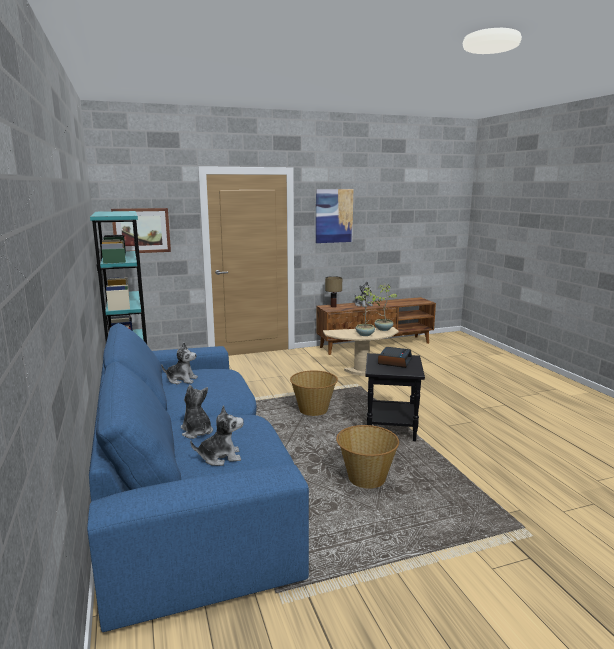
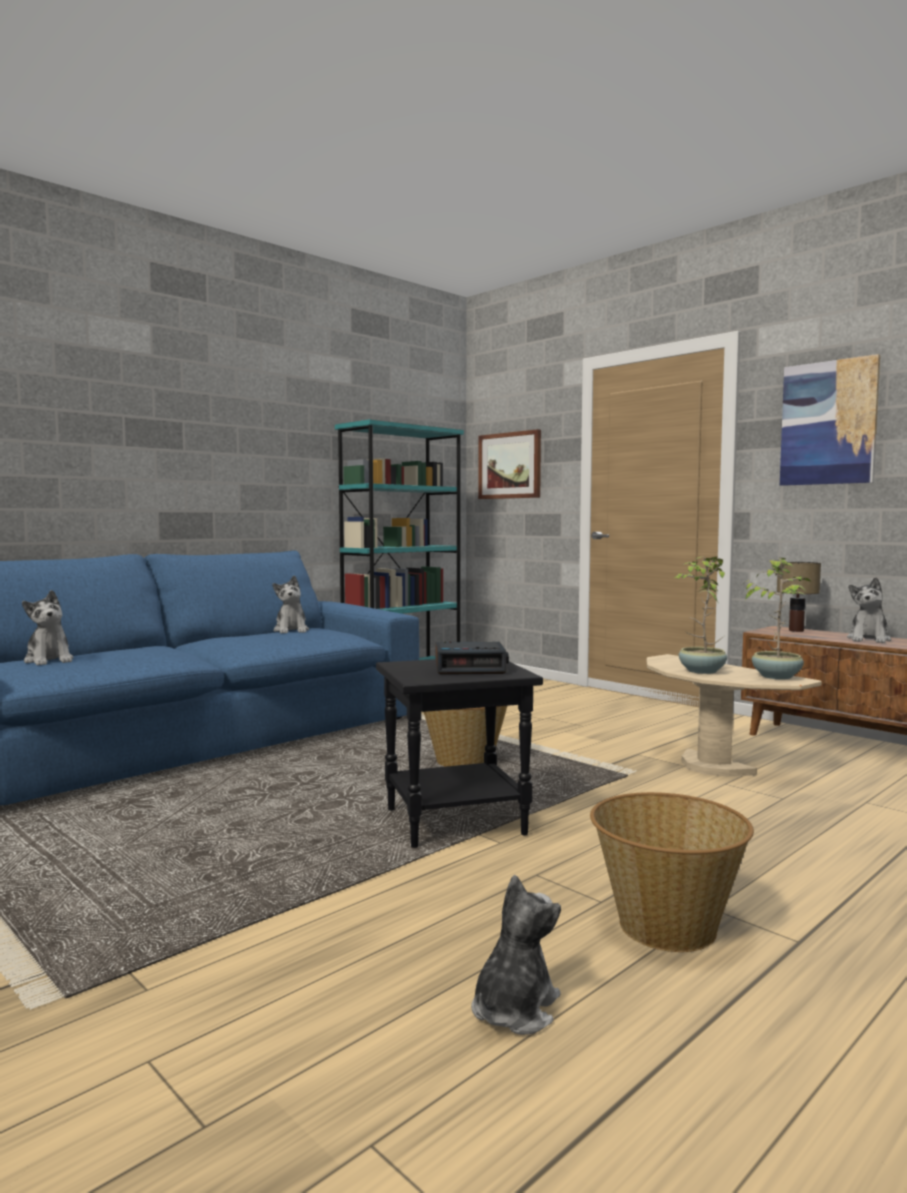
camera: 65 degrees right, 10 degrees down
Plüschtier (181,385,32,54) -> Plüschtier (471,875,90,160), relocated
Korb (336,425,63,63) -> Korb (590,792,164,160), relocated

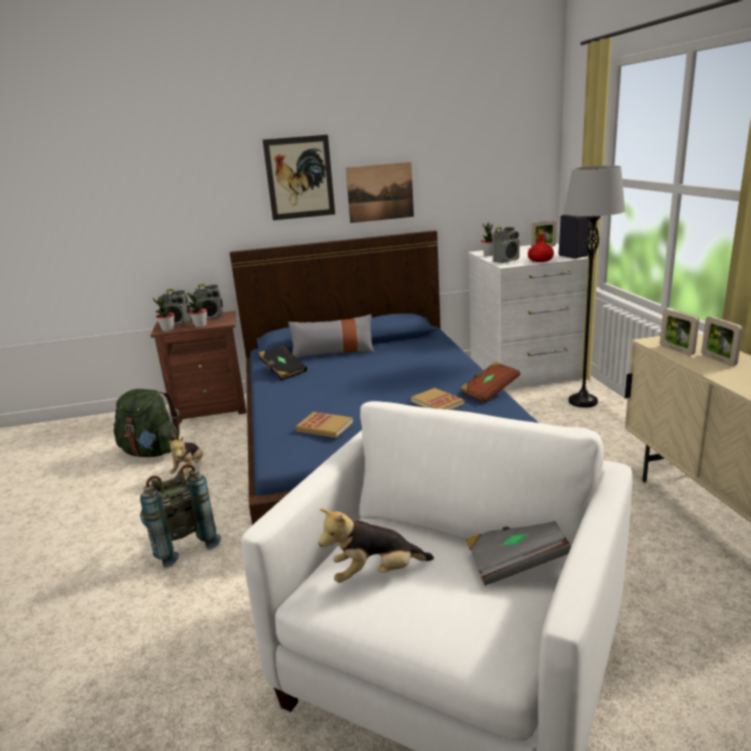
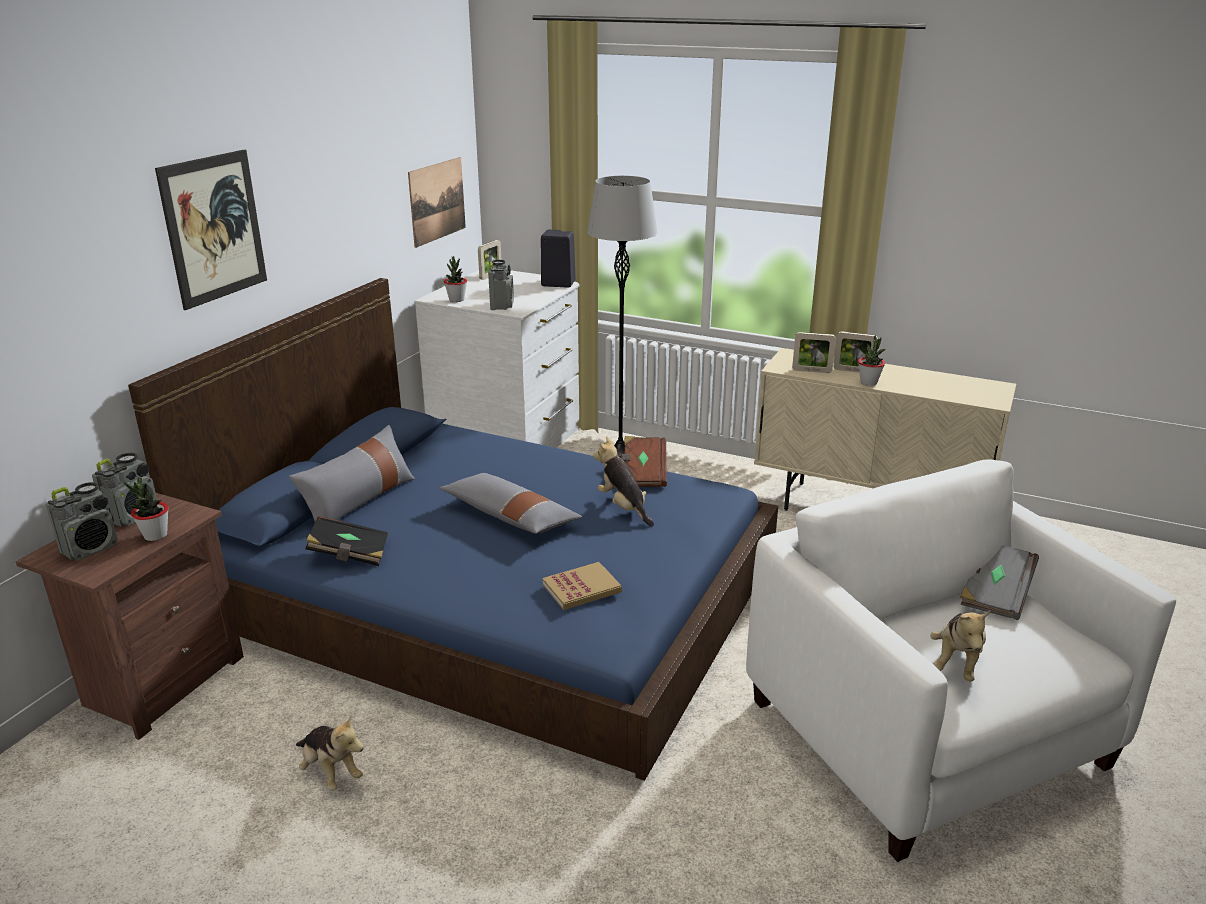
camera: 55 degrees left, 5 degrees up
Bild (346,162,68,61) -> Bild (408,157,58,91), relocated
Flasche (rot) (528,232,26,30) -> none
Topfpflanze (153,296,22,36) -> Topfpflanze (858,335,27,51), relocated
Buch (411,388,54,22) -> Plüschtier (593,437,61,90)
Rucksack (grün) (114,389,66,68) -> none
Rucksack (grau) (140,464,81,104) -> none
none -> Kissen (grau) (439,473,143,61)

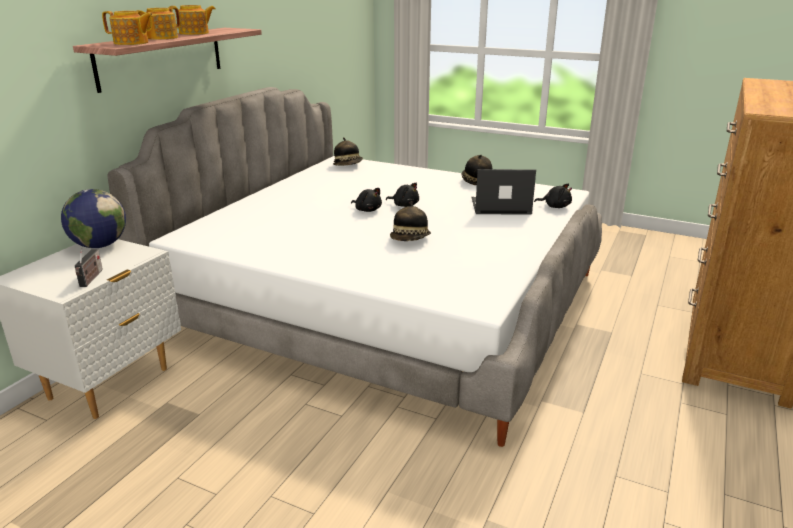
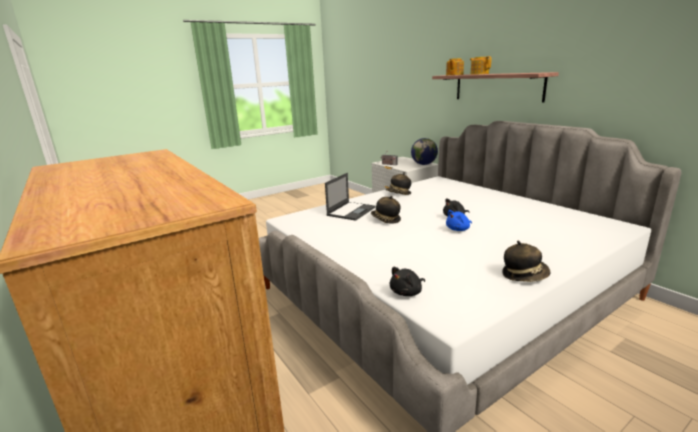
camera: 120 degrees right, 5 degrees down
Teekanne (169,5,46,30) -> none
Hut (333,137,30,29) -> Hut (386,172,25,23), relocated
Laptop (472,169,64,46) -> Laptop (325,173,50,48), relocated
Plüschtier (schwarz) (386,183,33,24) -> Plüschtier (blau) (446,210,26,21)

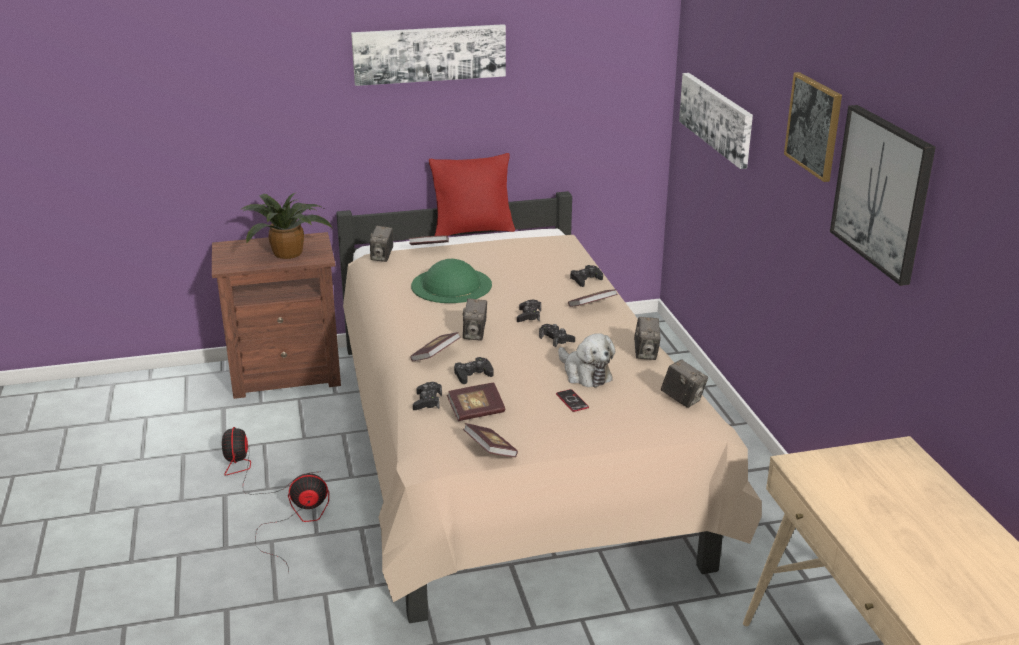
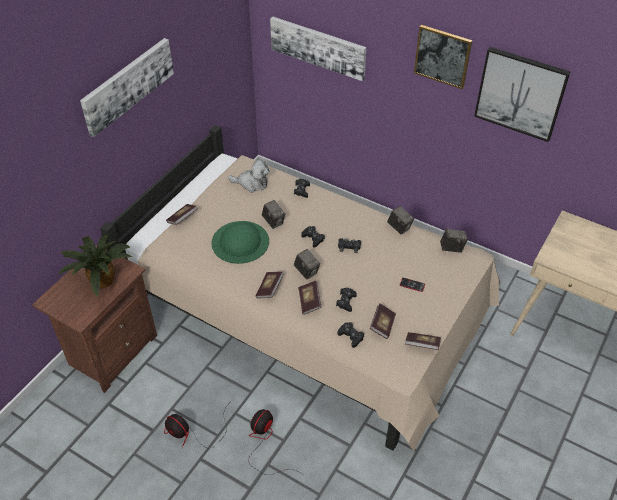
camera: 45 degrees left, 20 degrees up
Kissen (rot) (429,153,86,83) -> none
Kamera (370,226,23,36) -> Kamera (262,200,23,29), relocated
Buch (568,289,50,18) -> Buch (255,271,29,27), relocated
Plüschtier (558,333,57,55) -> Plüschtier (228,159,41,34), relocated

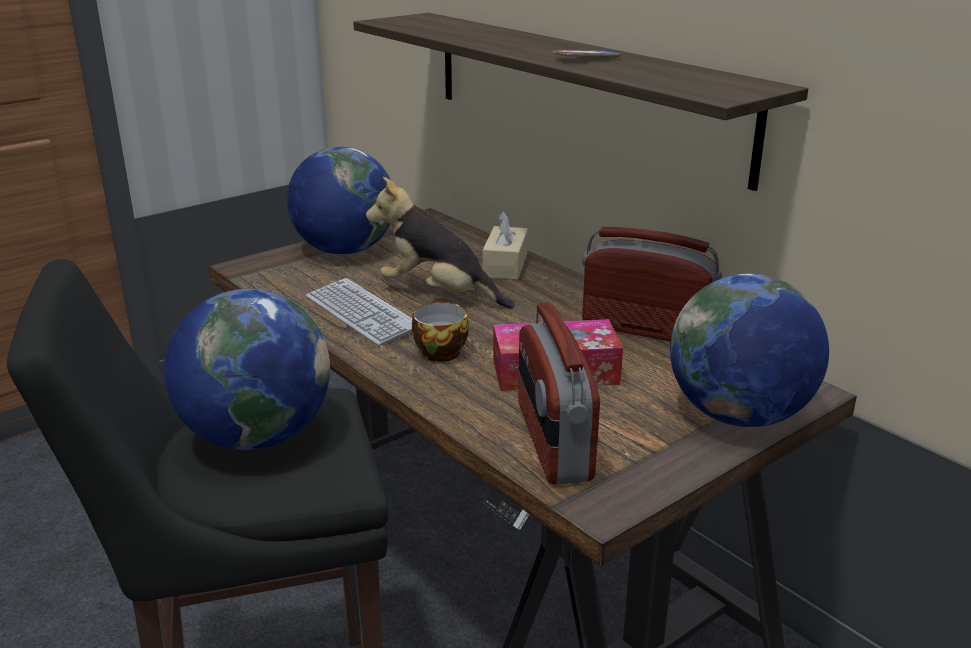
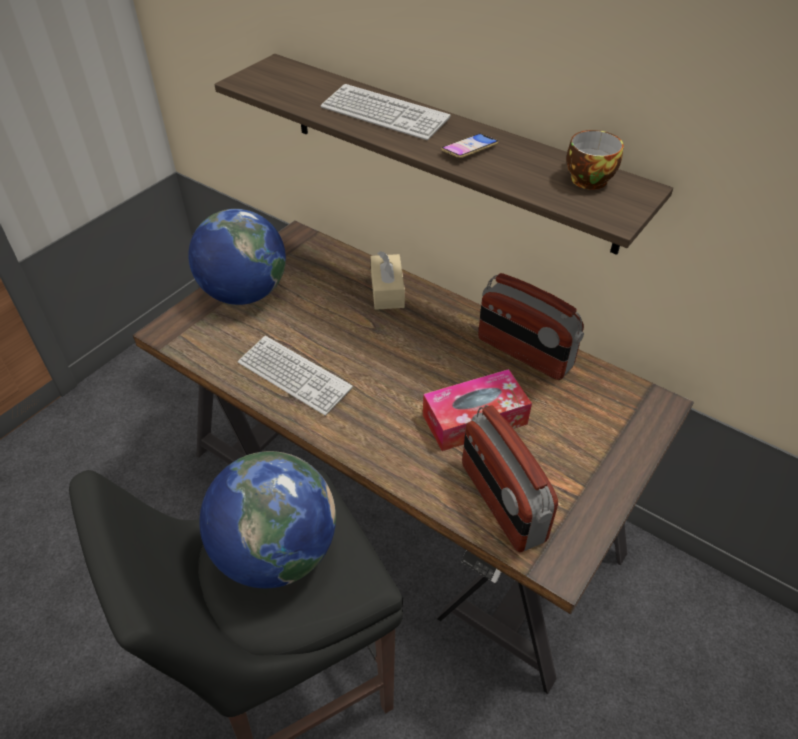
camera: 15 degrees left, 20 degrees up
Plüschtier (366,177,149,131) -> none
Radio (582,227,140,114) -> Radio (478,273,106,107), 150 degrees counterclockwise
Globus (670,274,159,153) -> none
Tasse (412,302,57,60) -> Tasse (566,130,58,60), relocated
none -> Tastatur (321,84,130,56)

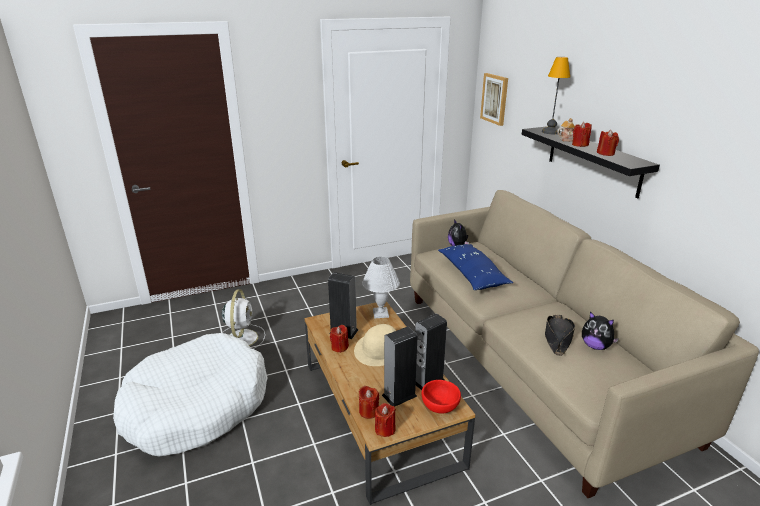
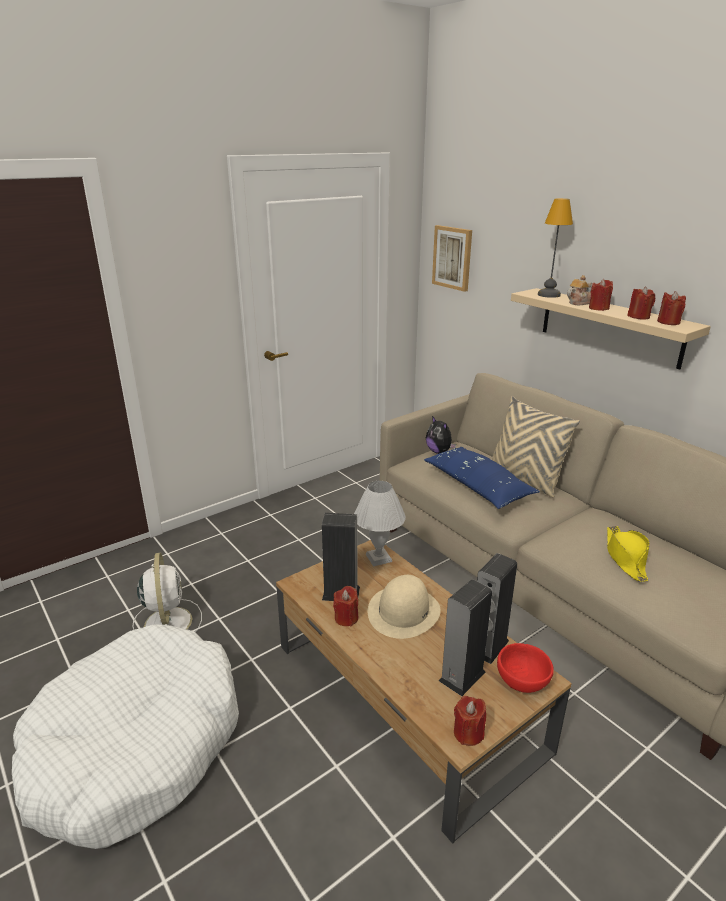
camera: 15 degrees left, 0 degrees up
Wandregal (schwarz) (522,126,138,73) -> Wandregal (beige) (511,288,200,81)
Plüschtier (582,311,37,39) -> none
Hut (schwarz) (545,315,30,41) -> Hut (gelb) (607,526,43,56)
Kerze (rot) (359,386,20,33) -> Kerze (rot) (657,291,29,34), relocated
none -> Kissen (beige) (493,396,87,101)

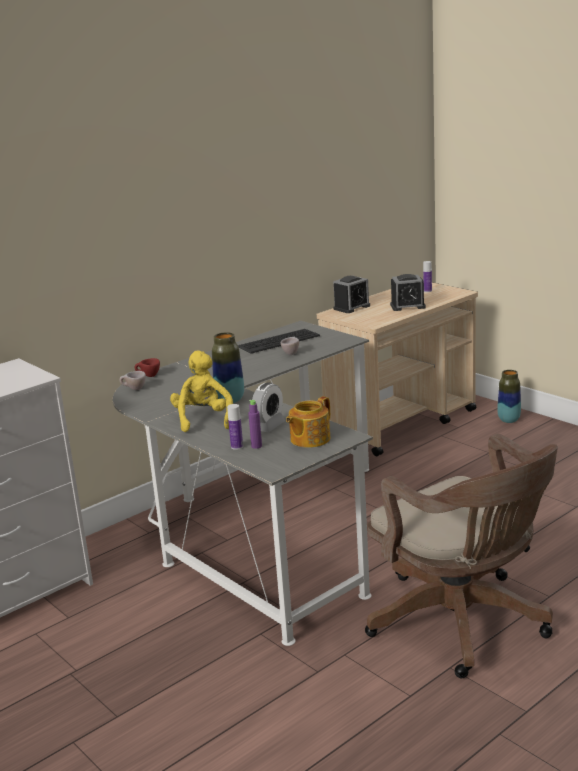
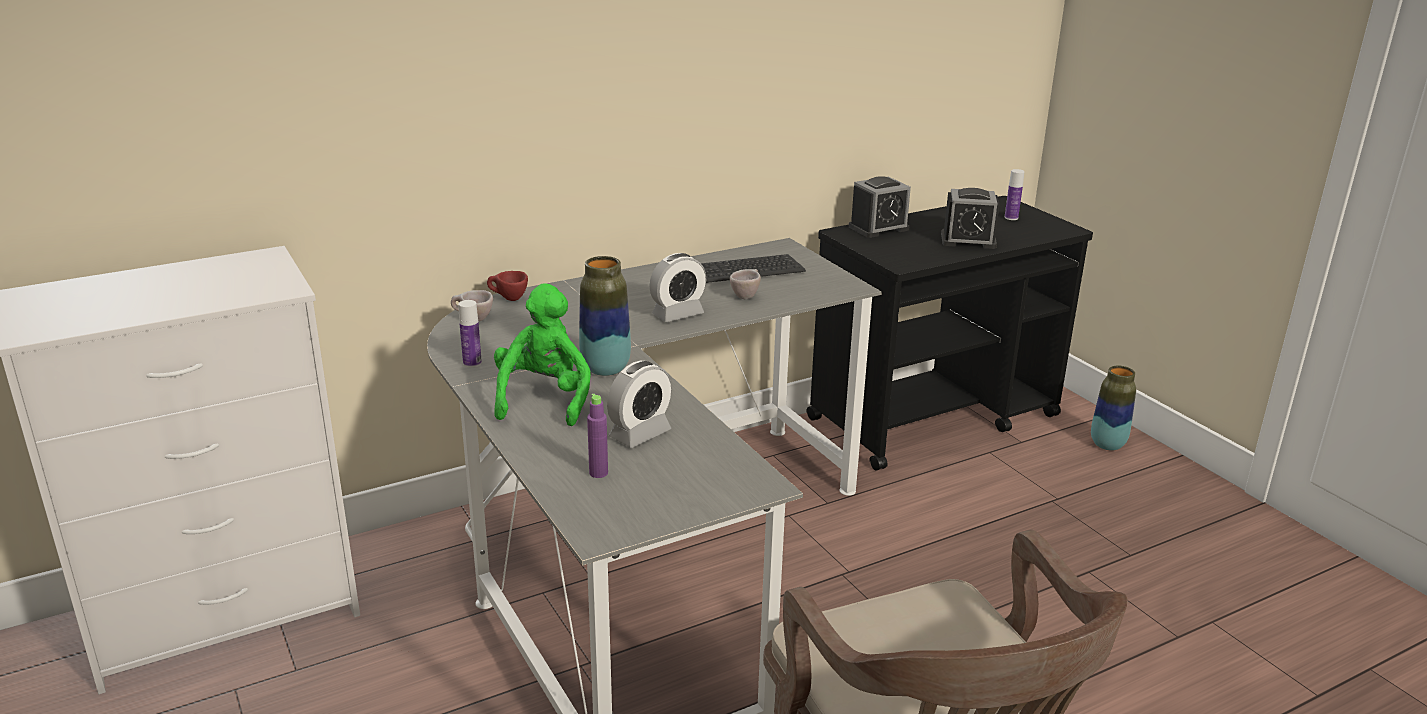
camera: 10 degrees right, 5 degrees up
Rollwagen (beige) (317,282,161,174) -> Rollwagen (schwarz) (806,196,287,275)
Plüschtier (gelb) (170,351,63,81) -> Plüschtier (grün) (494,283,97,143)
Teekanne (286,396,45,52) -> none
Flasche (227,404,16,46) -> Flasche (458,300,24,68), relocated
none -> Wecker (650,253,56,69)

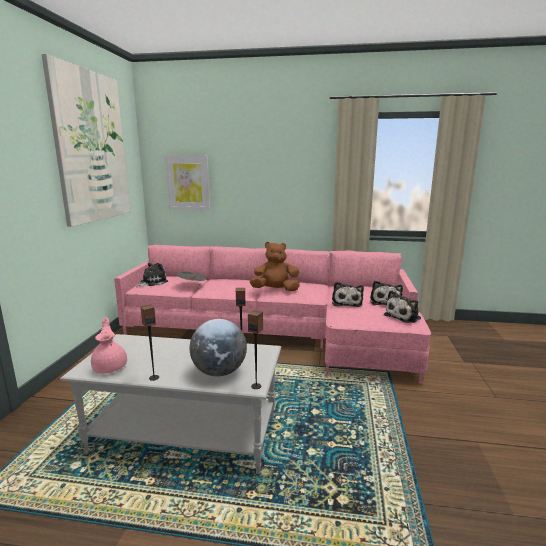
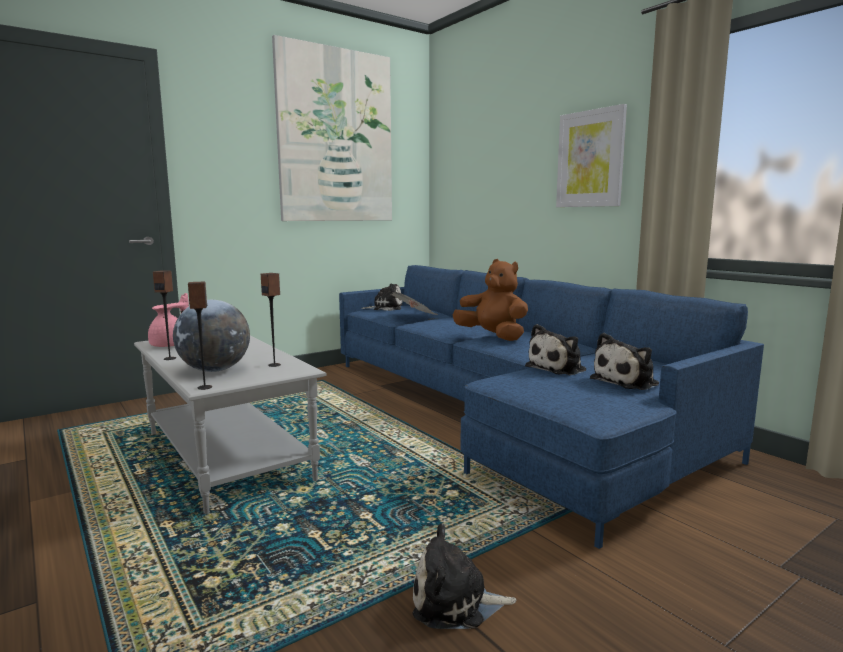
camera: 45 degrees right, 5 degrees down
Bild (165,156,45,54) -> Bild (556,104,71,103), relocated
Sofa (rosa) (114,245,317,139) -> Sofa (blau) (339,265,425,284)
Plüschtier (384,290,37,33) -> Plüschtier (413,524,103,105), relocated

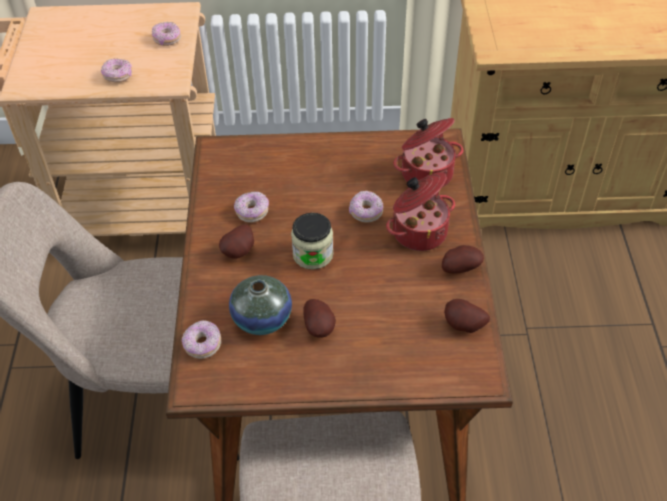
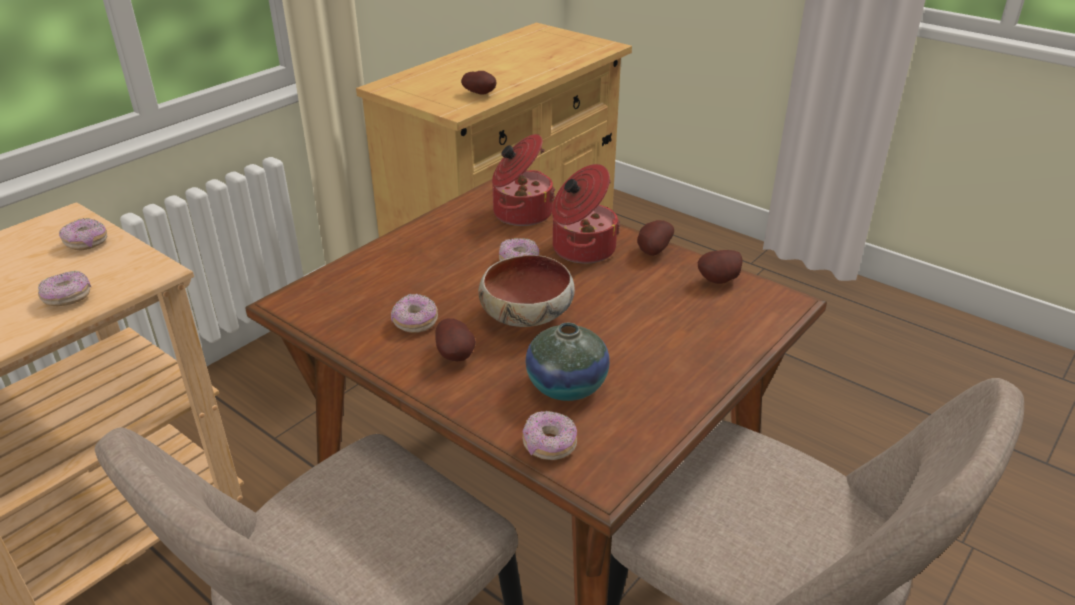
camera: 50 degrees left, 15 degrees down
Vorratsglas (291,213,42,57) -> Schüssel (478,255,97,72)
Kartoffel (303,299,33,39) -> Kartoffel (461,71,36,23), relocated

